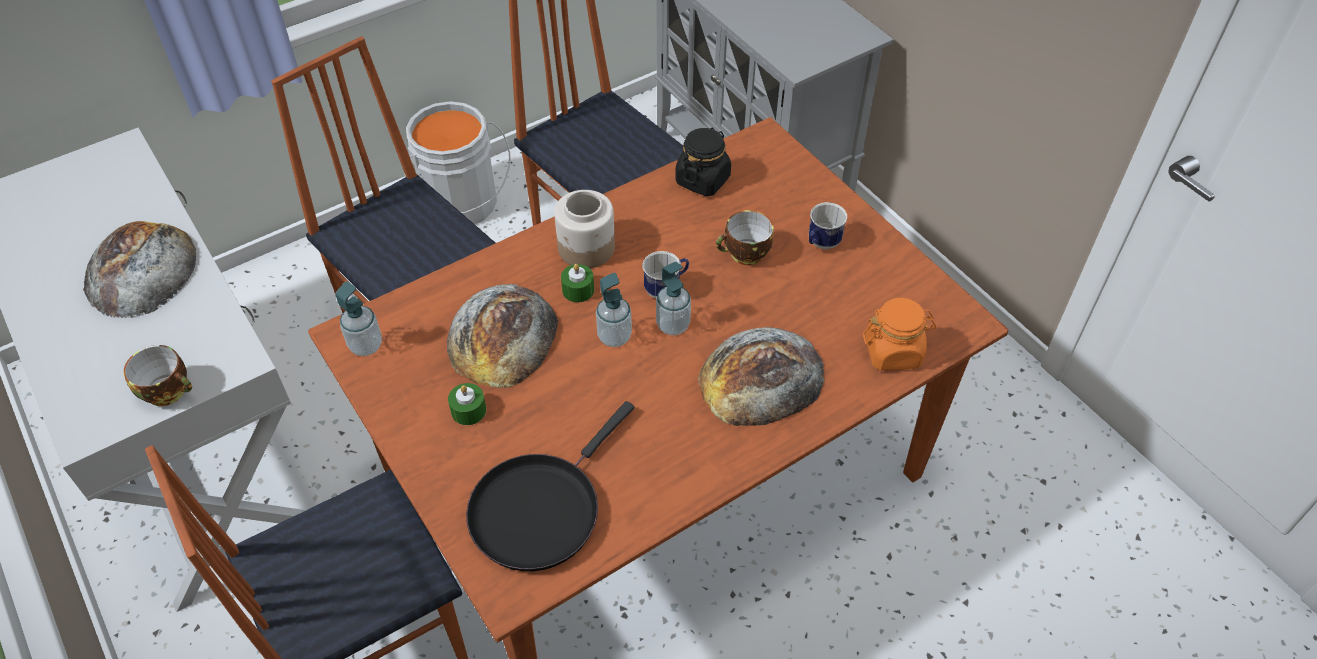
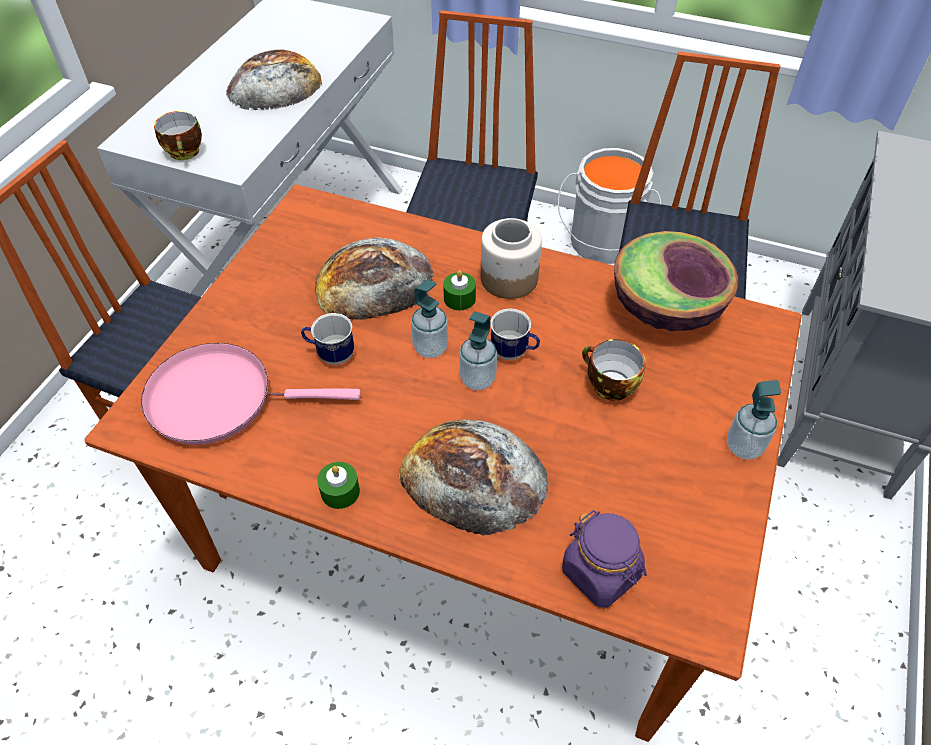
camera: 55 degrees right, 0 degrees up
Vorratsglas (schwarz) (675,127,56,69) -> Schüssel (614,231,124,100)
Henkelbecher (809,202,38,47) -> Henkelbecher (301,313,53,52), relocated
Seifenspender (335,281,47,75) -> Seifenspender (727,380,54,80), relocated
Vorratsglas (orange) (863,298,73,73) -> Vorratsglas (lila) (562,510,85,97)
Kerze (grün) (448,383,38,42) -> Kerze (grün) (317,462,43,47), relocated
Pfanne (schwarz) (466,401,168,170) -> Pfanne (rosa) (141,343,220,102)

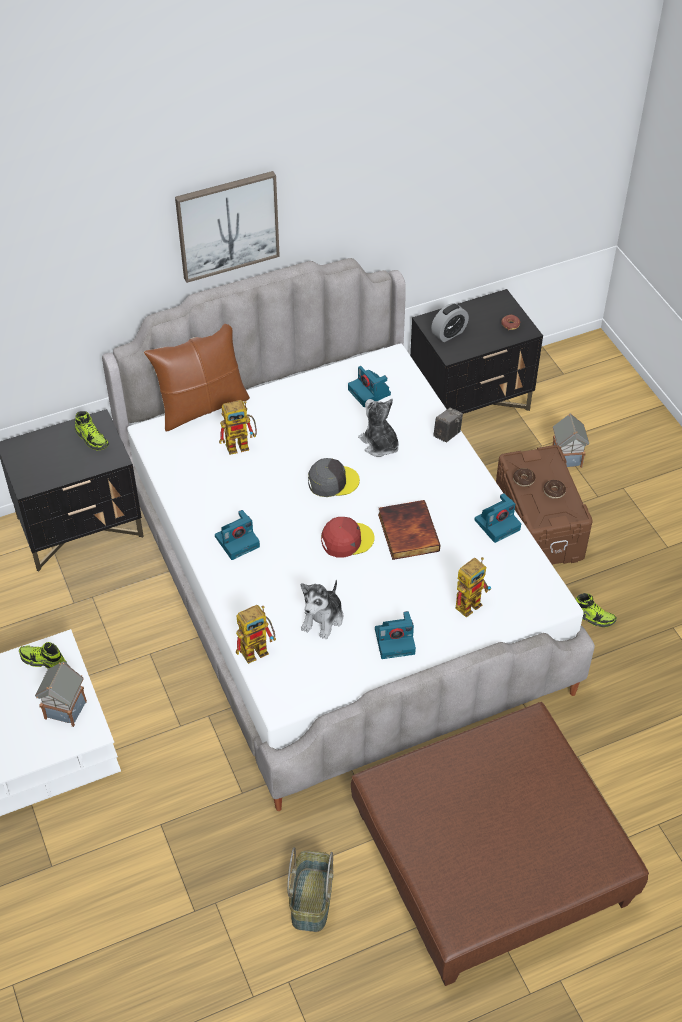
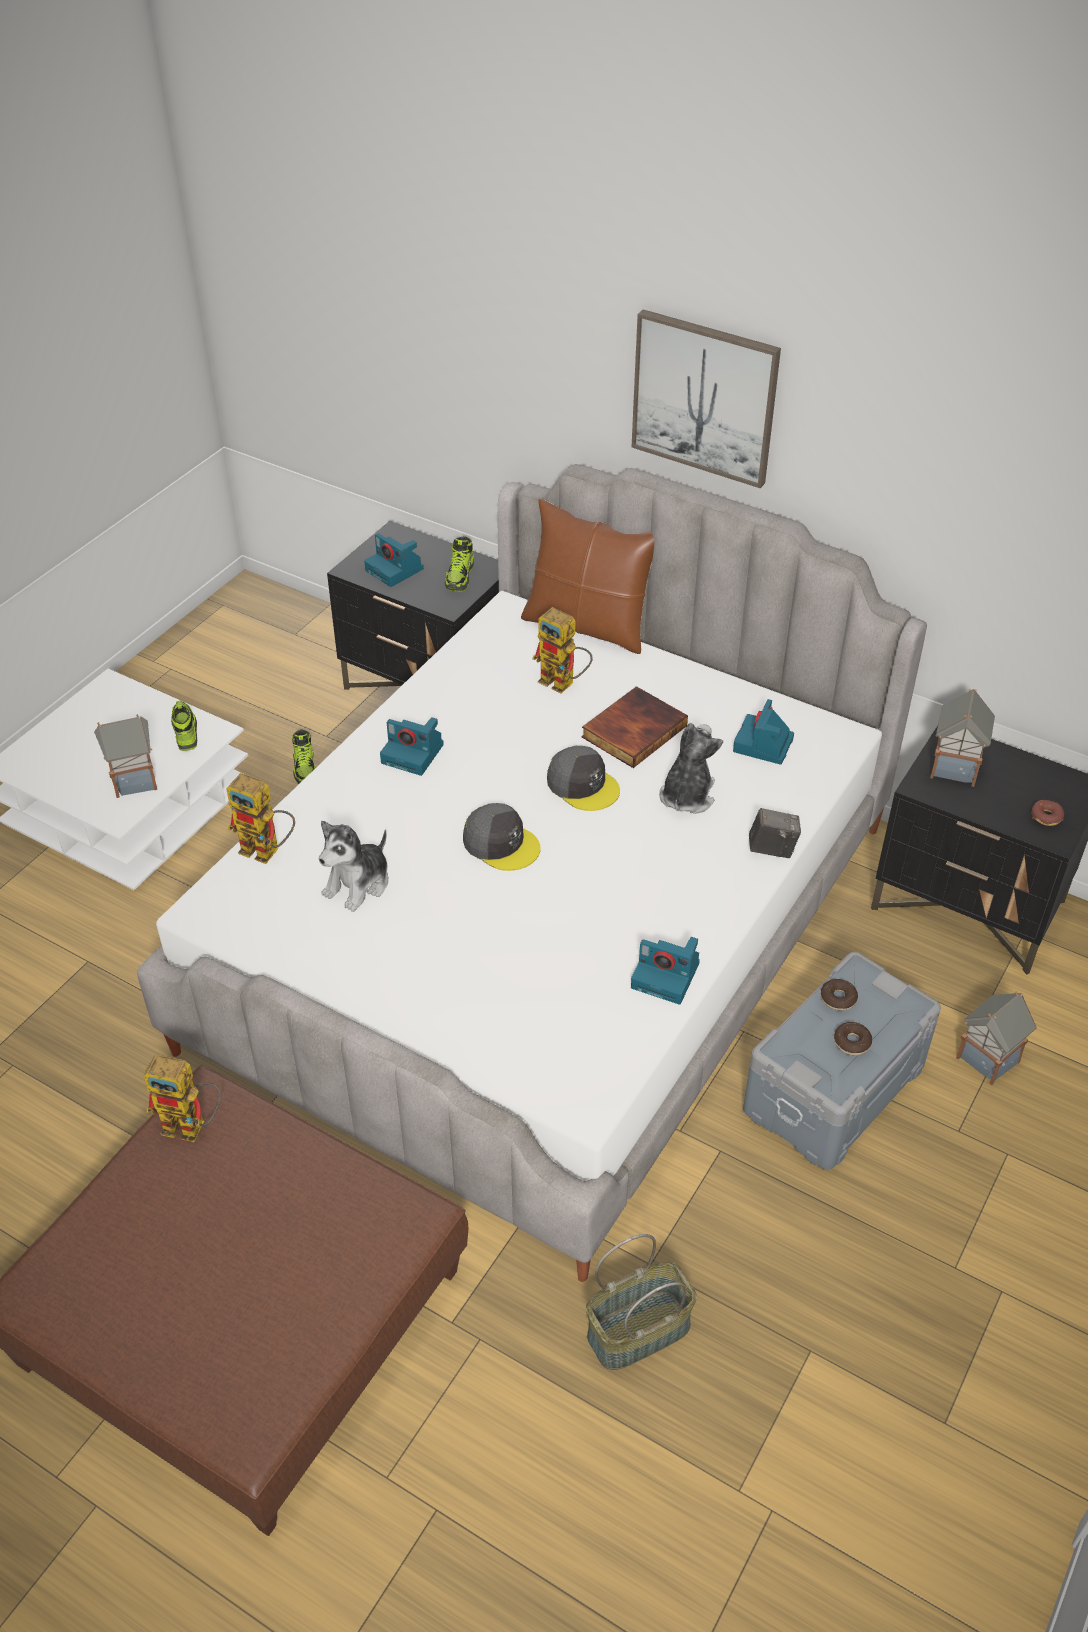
camera: 55 degrees right, 5 degrees down
Wecker (431,303,38,39) -> Spielzeughaus (930,689,65,98)
Aufbewahrungsbox (braun) (496,445,97,120) -> Aufbewahrungsbox (grau) (743,952,198,218)
Buch (378,500,62,60) -> Buch (581,686,107,82), relocated
Kappe (rot) (321,517,53,41) -> Kappe (grau) (463,803,78,68)
Spielzeugroboter (455,557,36,61) -> Spielzeugroboter (144,1055,77,87), relocated
Plüschtier (301,580,42,59) -> Plüschtier (319,821,69,91), 45 degrees counterclockwise
Schuh (575,593,42,34) -> Schuh (292,730,24,54), relocated
Kamera (375,611,41,48) -> Kamera (364,533,60,54), relocated
Korb (287,847,46,85) -> Korb (586,1234,111,136), relocated

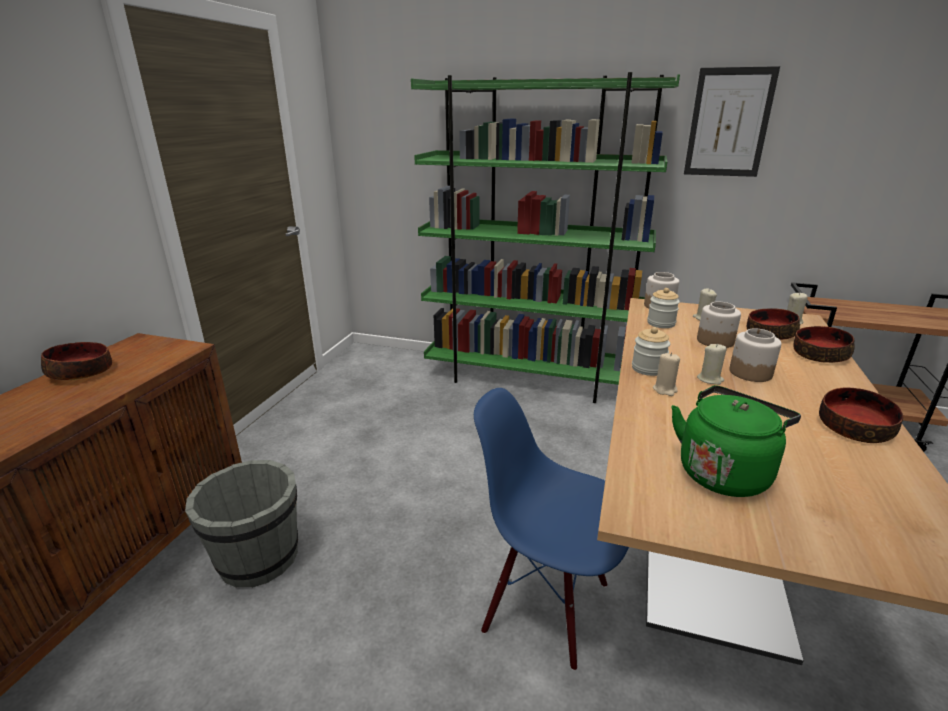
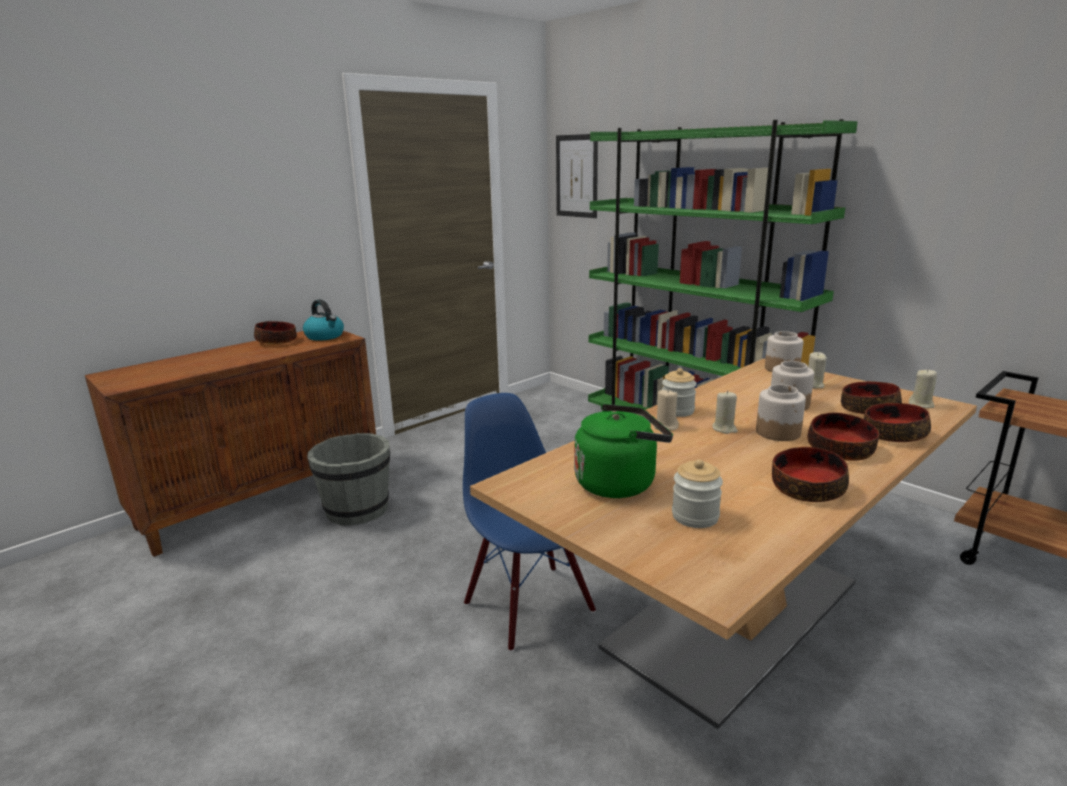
camera: 30 degrees right, 5 degrees down
Bild (684,66,96,111) -> Bild (556,134,42,84), relocated
Vorratsglas (647,288,33,40) -> Vorratsglas (672,459,51,69), relocated
none -> Wasserkessel (303,299,41,42)
none -> Schüssel (807,413,72,48)

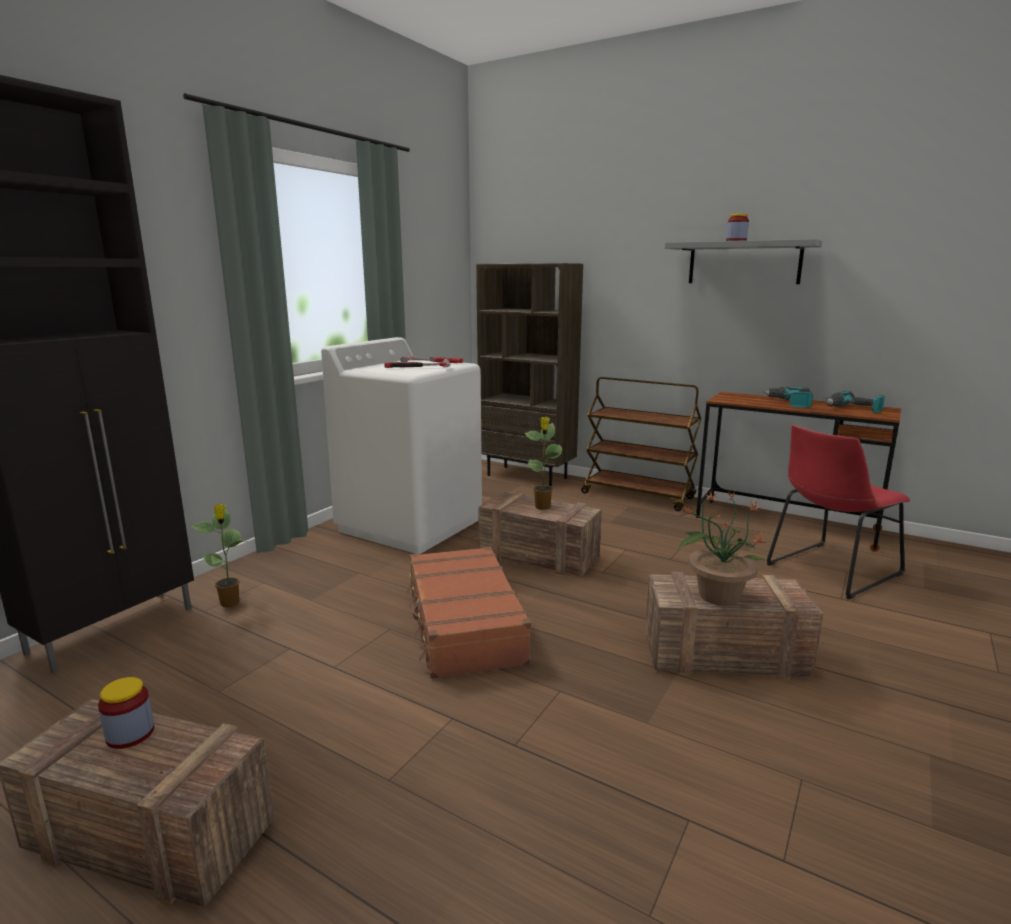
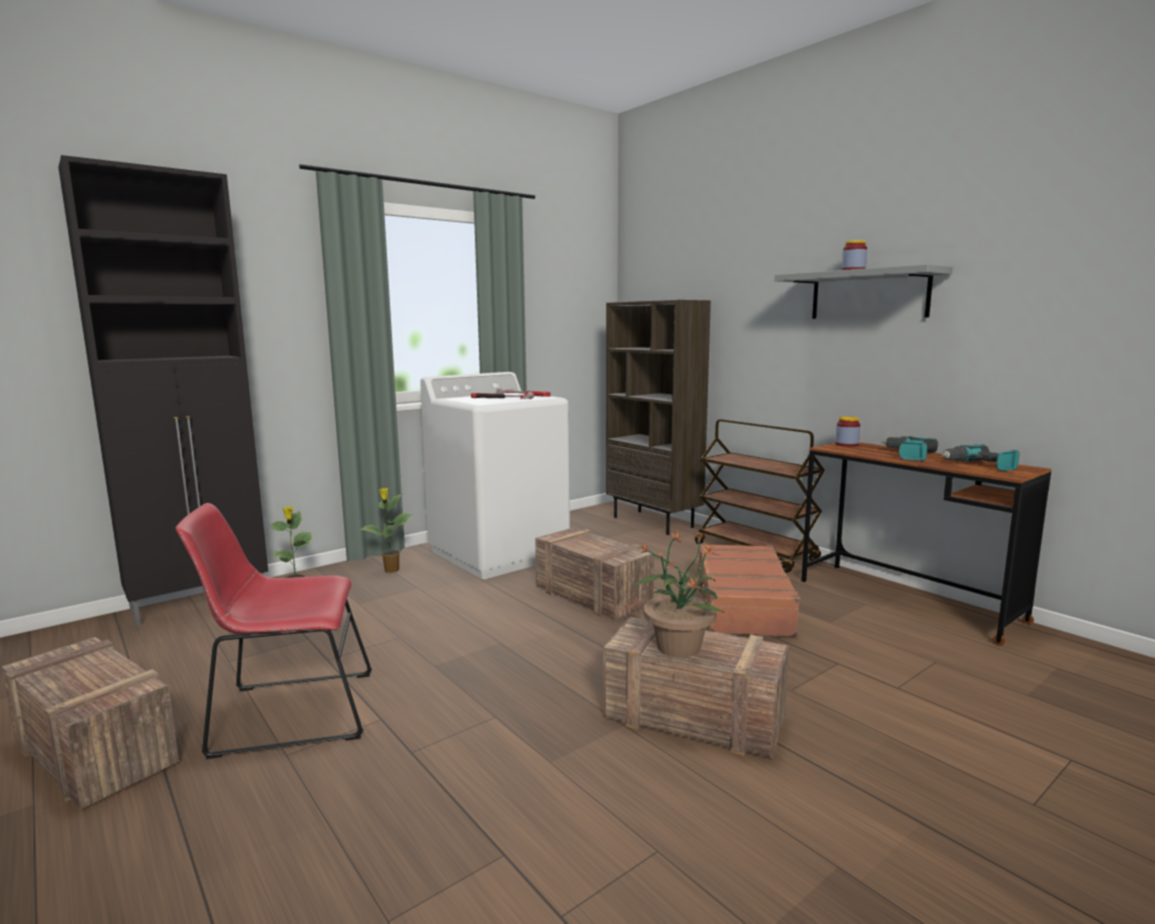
camera: 20 degrees right, 5 degrees down
Topfpflanze (525,417,37,93) -> Topfpflanze (360,488,53,85), relocated
Stuhl (rot) (766,425,144,175) -> Stuhl (rot) (176,503,196,256), relocated
Koffer (braun) (406,546,125,133) -> Koffer (braun) (694,543,106,94), relocated
Vorratsglas (98,677,56,72) -> Vorratsglas (836,416,24,31), relocated

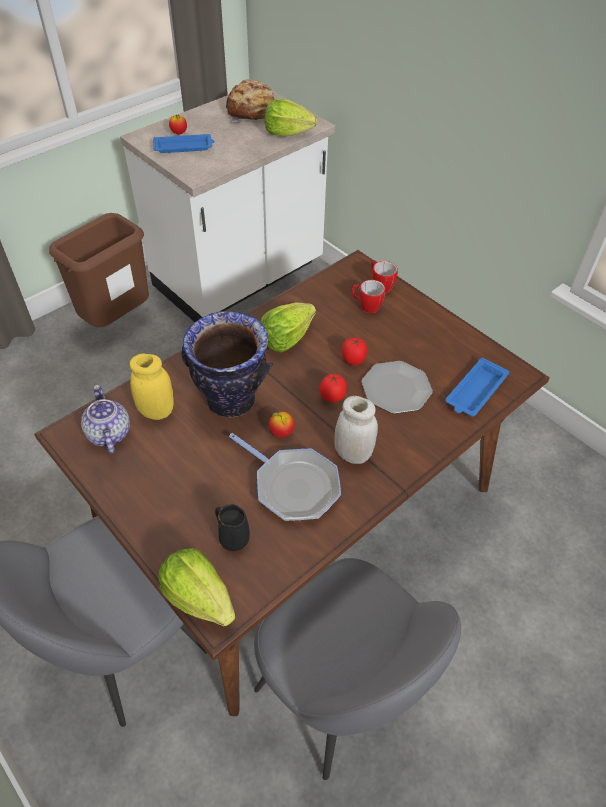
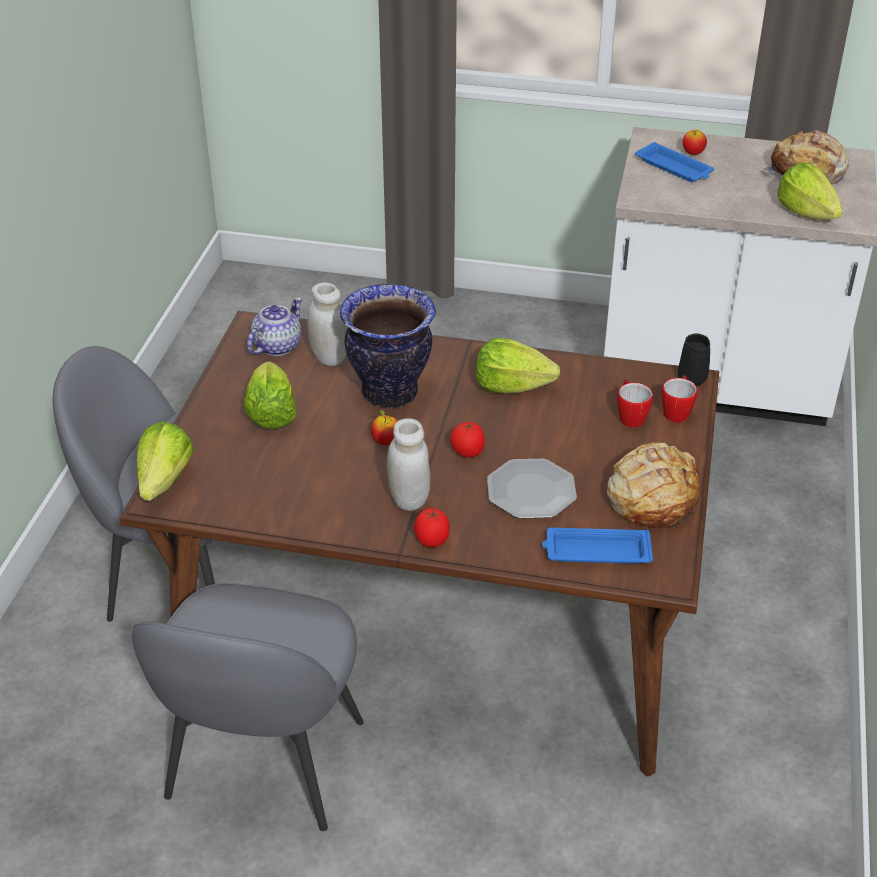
camera: 55 degrees right, 10 degrees down
Mülleimer (braun) (49,213,100,114) -> none
Tomate (342,338,25,27) -> Tomate (414,508,36,39), relocated
Vorratsglas (gelb) (130,354,44,66) -> Vorratsglas (weiß) (307,282,41,84)
Pfanne (229,433,112,88) -> none
Henkelbecher (schwarz) (215,504,35,47) -> Henkelbecher (schwarz) (678,333,32,54), relocated
none -> Salatkopf (244,361,52,68)
none -> Brot (607,442,94,86)

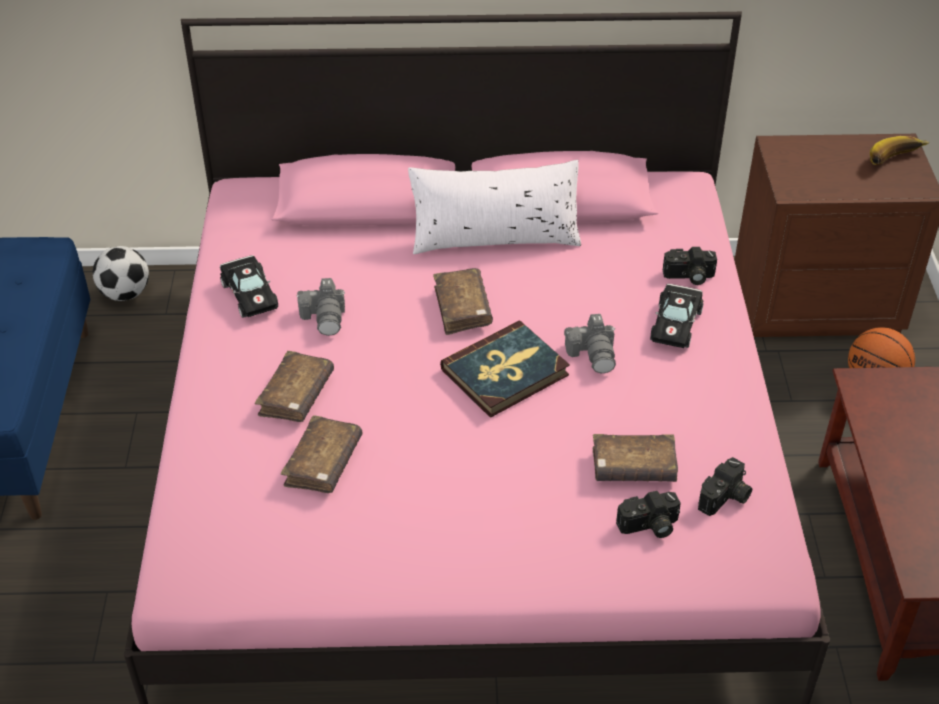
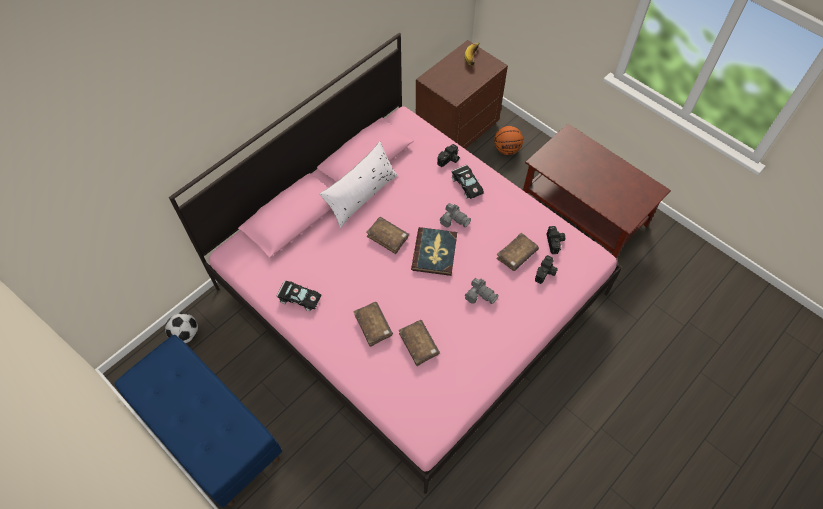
camera: 45 degrees left, 15 degrees up
Kamera (297,278,48,58) -> Kamera (465,278,33,26), relocated

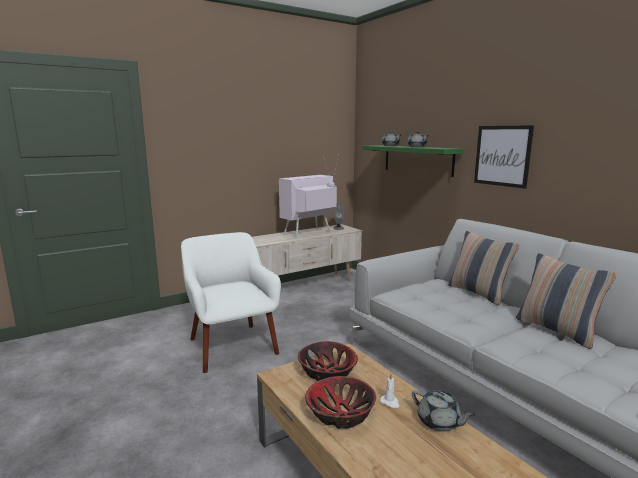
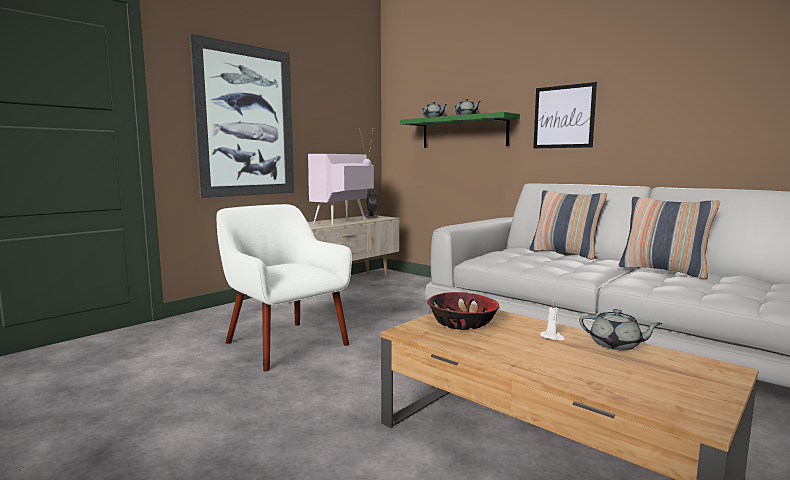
camera: 15 degrees left, 5 degrees down
Schüssel (305,376,71,53) -> none
none -> Bild (190,34,104,164)

